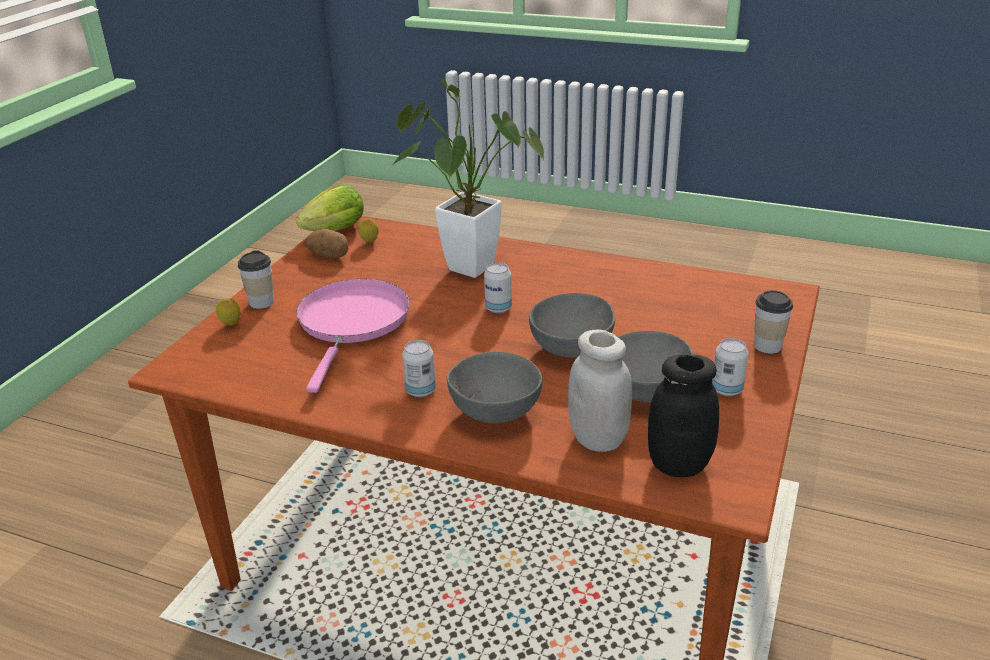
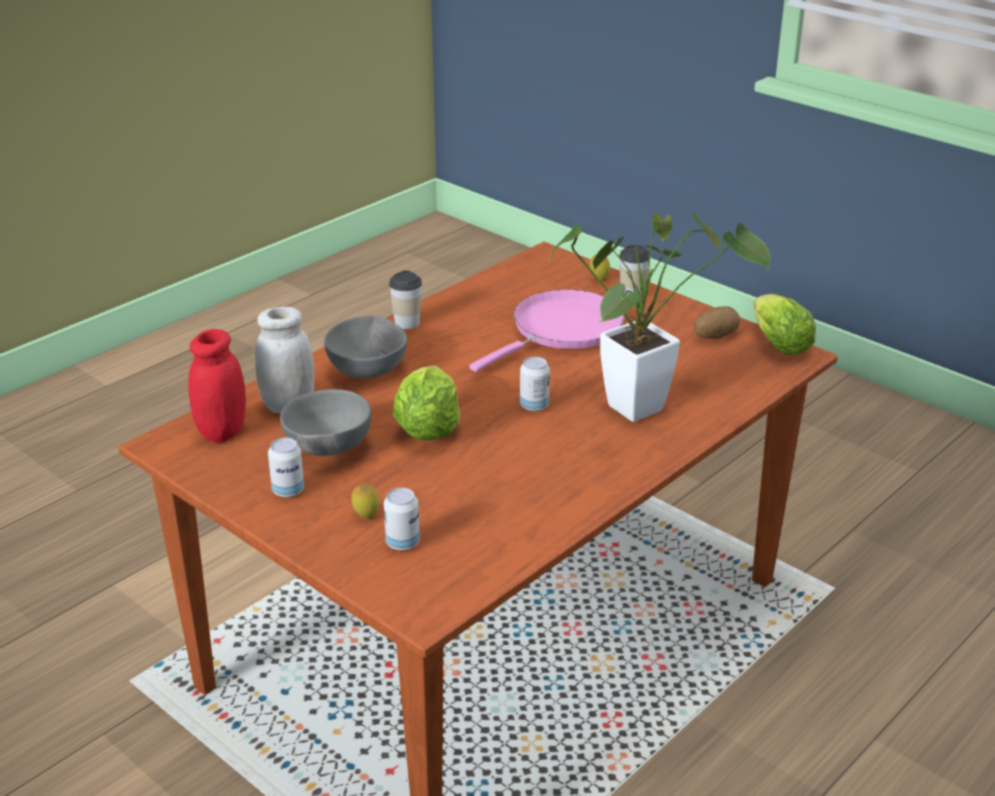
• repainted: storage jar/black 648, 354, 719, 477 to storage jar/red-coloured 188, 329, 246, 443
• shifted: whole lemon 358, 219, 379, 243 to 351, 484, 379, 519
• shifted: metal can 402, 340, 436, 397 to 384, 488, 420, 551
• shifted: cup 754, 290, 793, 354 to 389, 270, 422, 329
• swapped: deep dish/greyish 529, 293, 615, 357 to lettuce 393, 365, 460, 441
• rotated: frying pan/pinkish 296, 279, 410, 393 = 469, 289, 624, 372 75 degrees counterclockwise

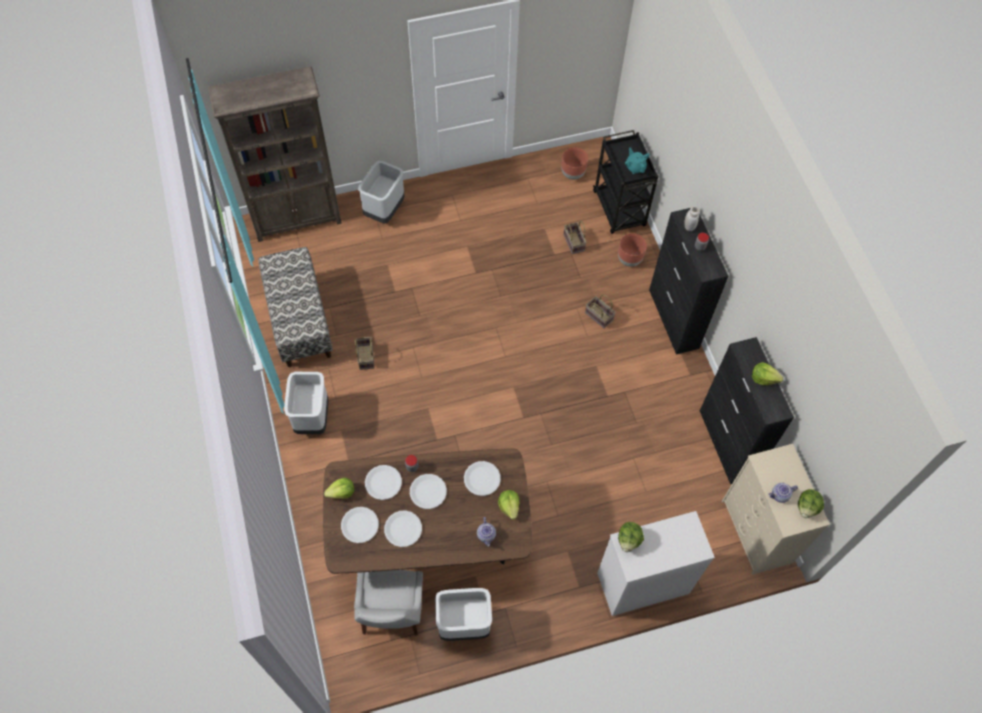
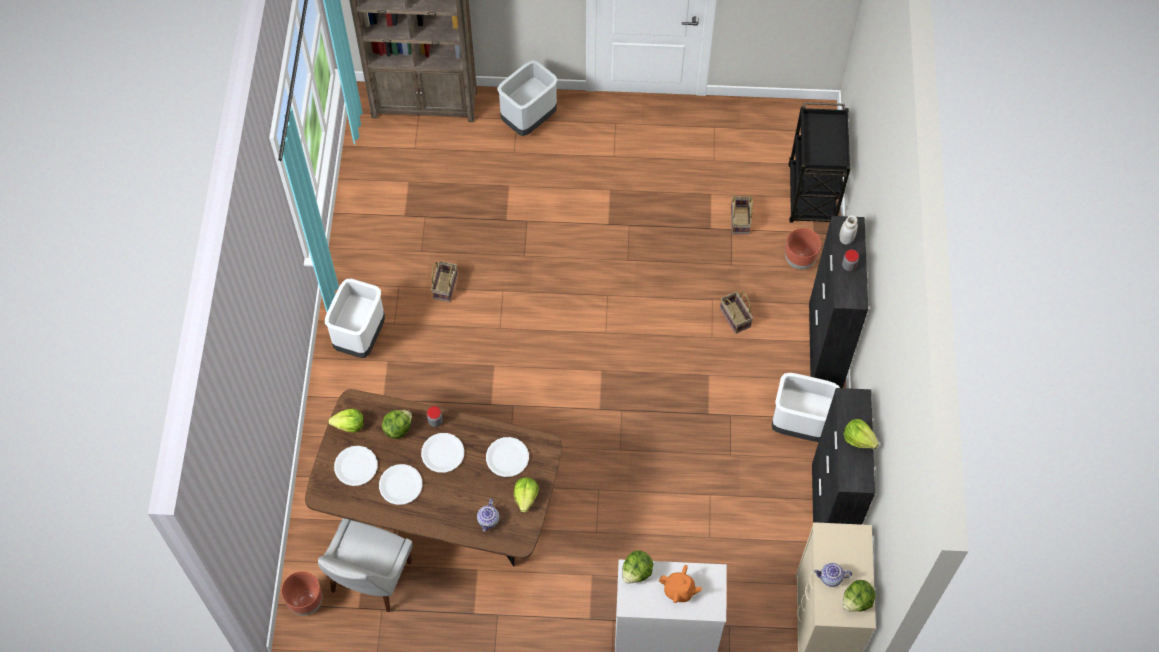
• shifted: planter/brown 561, 147, 588, 180 to 281, 571, 323, 615
• swapped: dinner plate/white 365, 465, 402, 500 to lettuce 382, 410, 412, 439
• new: tea pot/orange 659, 565, 702, 603
• shifted: rubbish bin/white 435, 588, 492, 641 to 772, 373, 840, 442
• gone: long seat 259, 247, 333, 367
• gone: tea pot/turquoise 625, 147, 650, 174

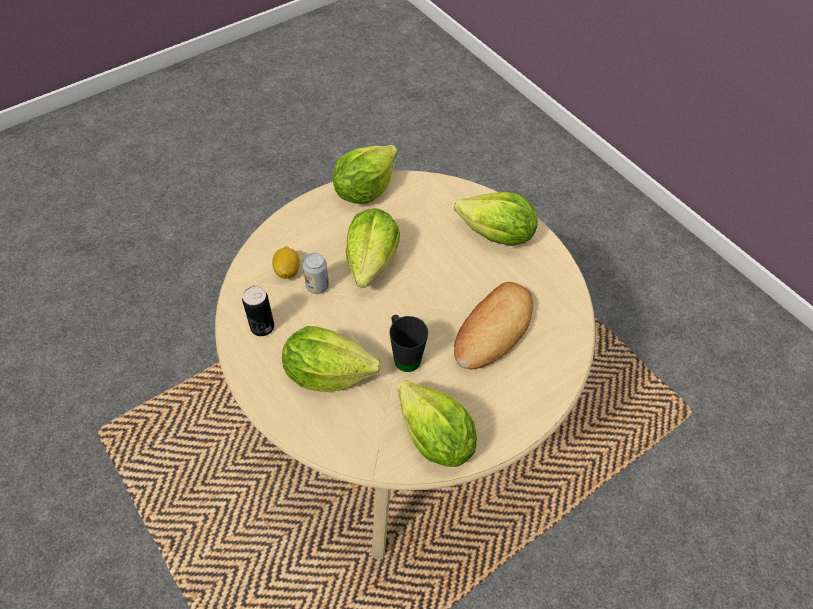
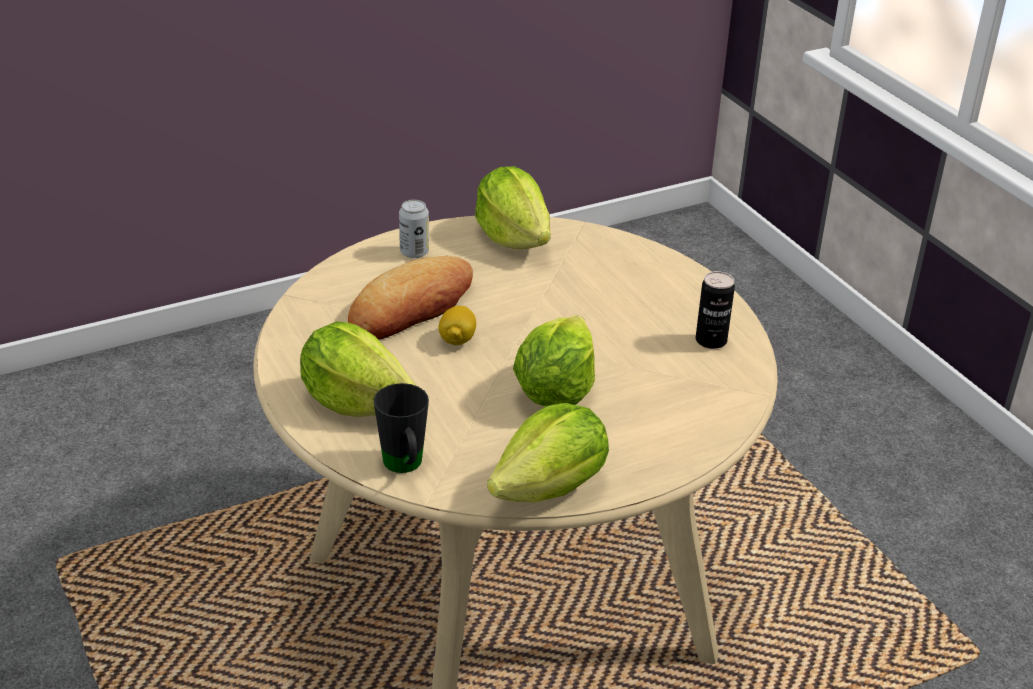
• shifted: tea mug/black 390, 315, 428, 372 to 374, 383, 429, 473
• shifted: metal can 303, 253, 329, 294 to 399, 200, 429, 258
• shifted: whole lemon 272, 246, 300, 279 to 438, 306, 476, 345
• gone: lettuce 282, 326, 381, 392

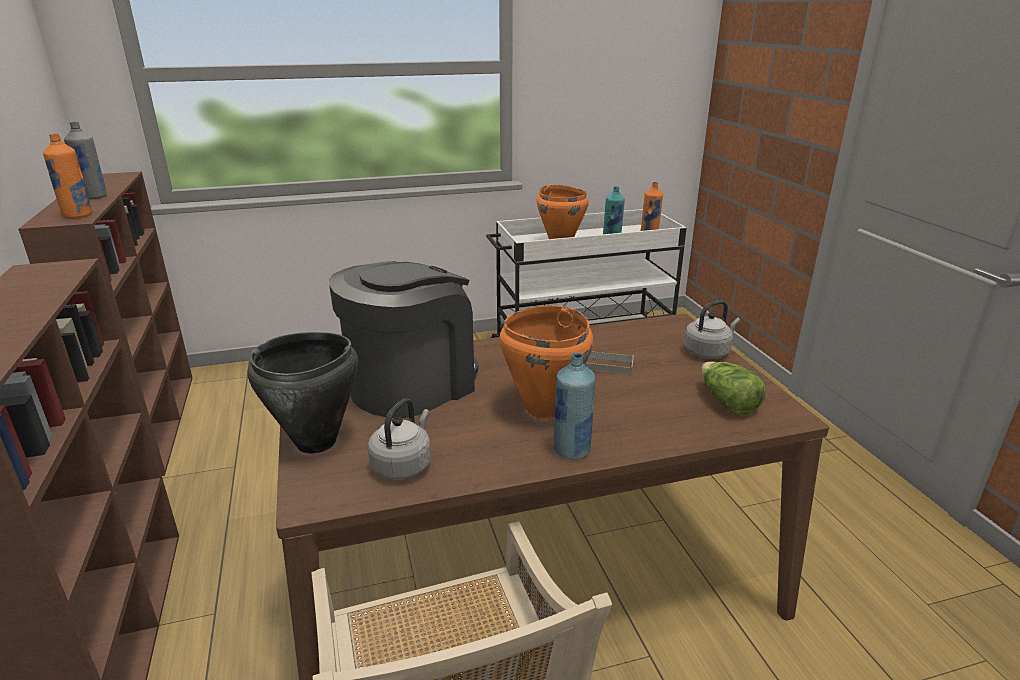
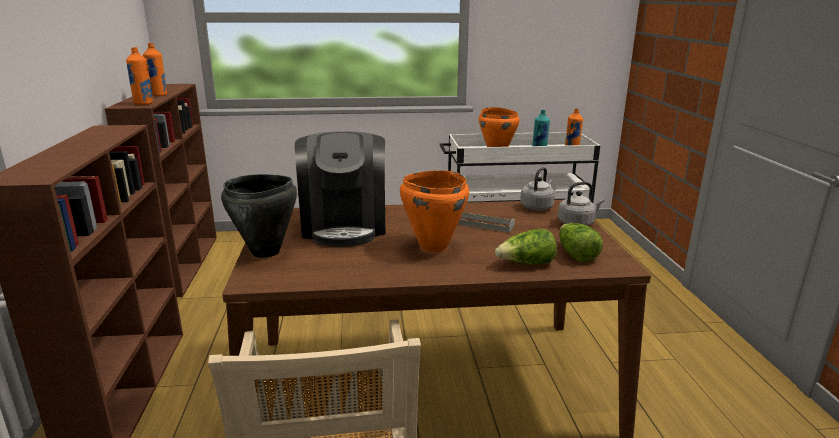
• repainted: drink bottle/greyish 64, 122, 107, 199 to drink bottle/orange 143, 43, 167, 96
• rotated: coffee machine 329, 261, 478, 418 = 295, 131, 385, 247 120 degrees clockwise
• new: lettuce 495, 229, 557, 264
• shifted: kettle/greyish 368, 398, 431, 480 to 520, 167, 555, 210
• gone: drink bottle/blue 554, 353, 595, 460

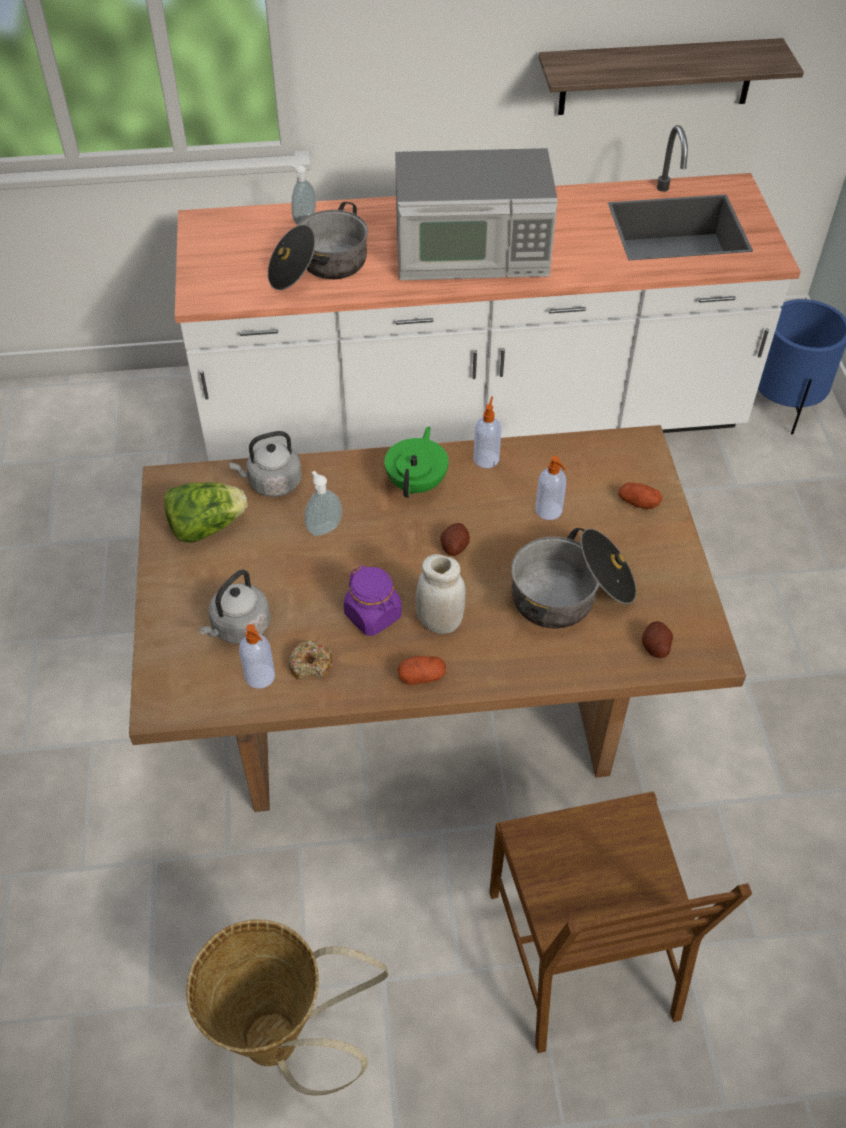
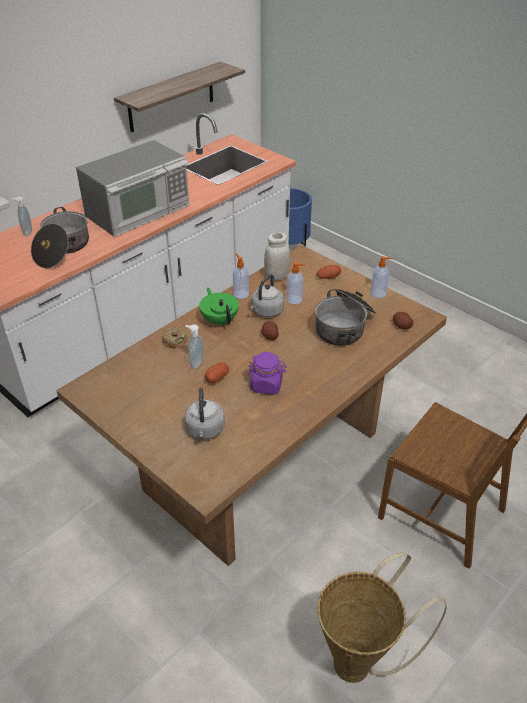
• shifted: donut 289, 640, 332, 680 to 162, 327, 188, 348
• shifted: whole potato 398, 656, 446, 685 to 205, 362, 229, 384
• shifted: kettle/greyish 229, 431, 302, 497 to 250, 274, 284, 317
• shifted: storage jar/white 416, 554, 466, 634 to 264, 232, 290, 281
• shifted: soap bottle 239, 624, 275, 689 to 371, 256, 393, 298
• gone: lettuce 164, 482, 248, 543

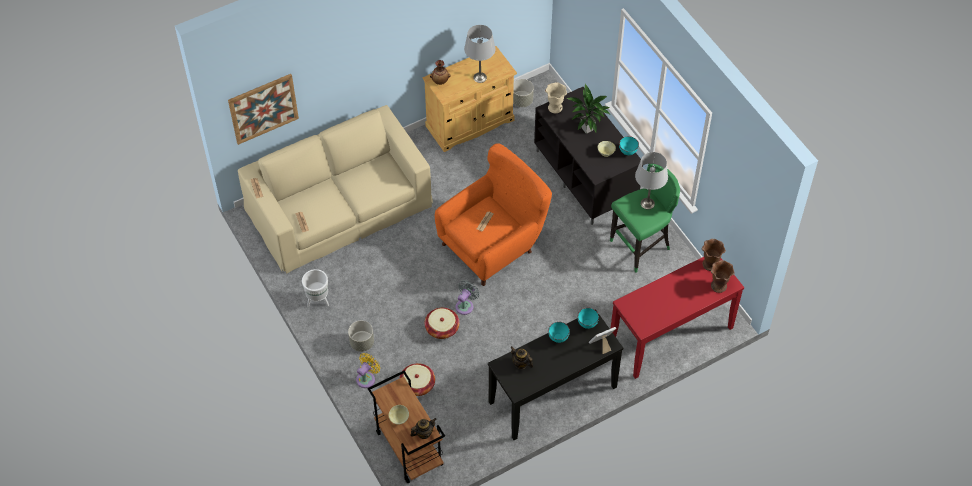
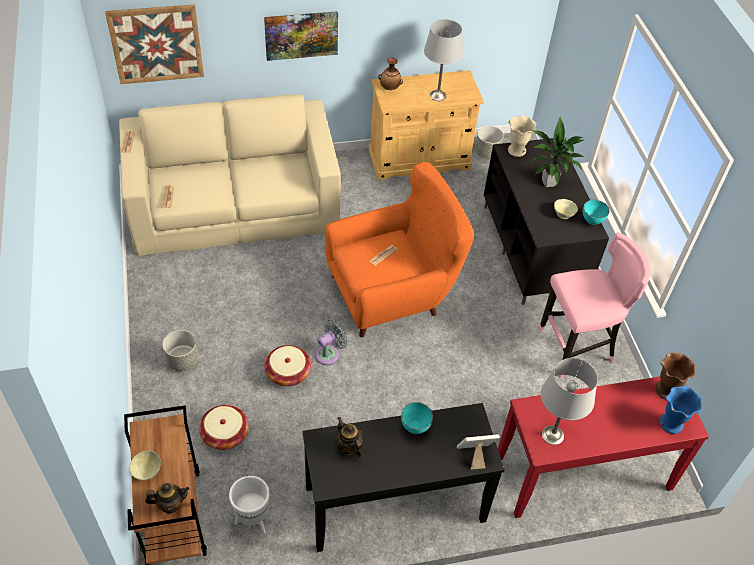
• shifted: planter/white 302, 269, 329, 307 to 229, 476, 270, 533
• new: wall art 264, 11, 338, 61
• repainted: sitting stool/green-coloured 610, 164, 680, 272 to sitting stool/pinkish 539, 232, 650, 378
• shifted: table lamp/greyish 635, 152, 668, 209 to 541, 358, 598, 445
• repainted: decorative vase/brown 711, 260, 734, 293 to decorative vase/blue 659, 386, 702, 434
• gone: fan/yellowish 356, 353, 380, 388
• gone: deep dish/turquoise 578, 308, 599, 329

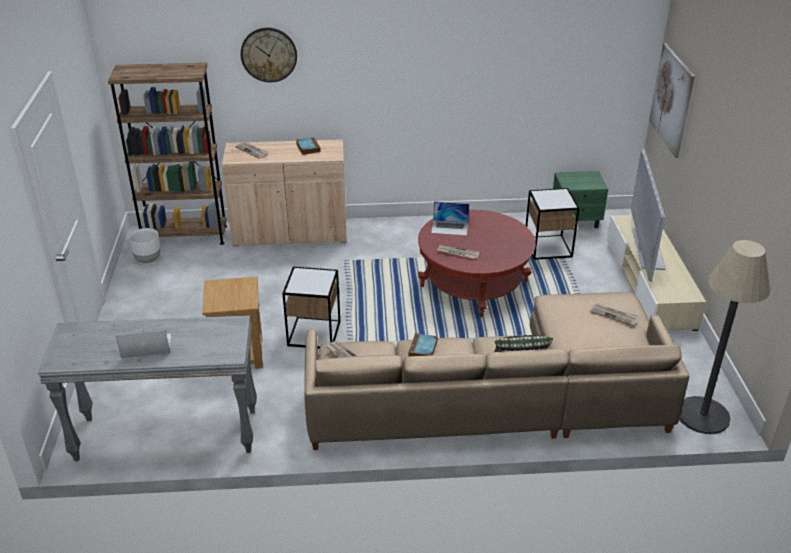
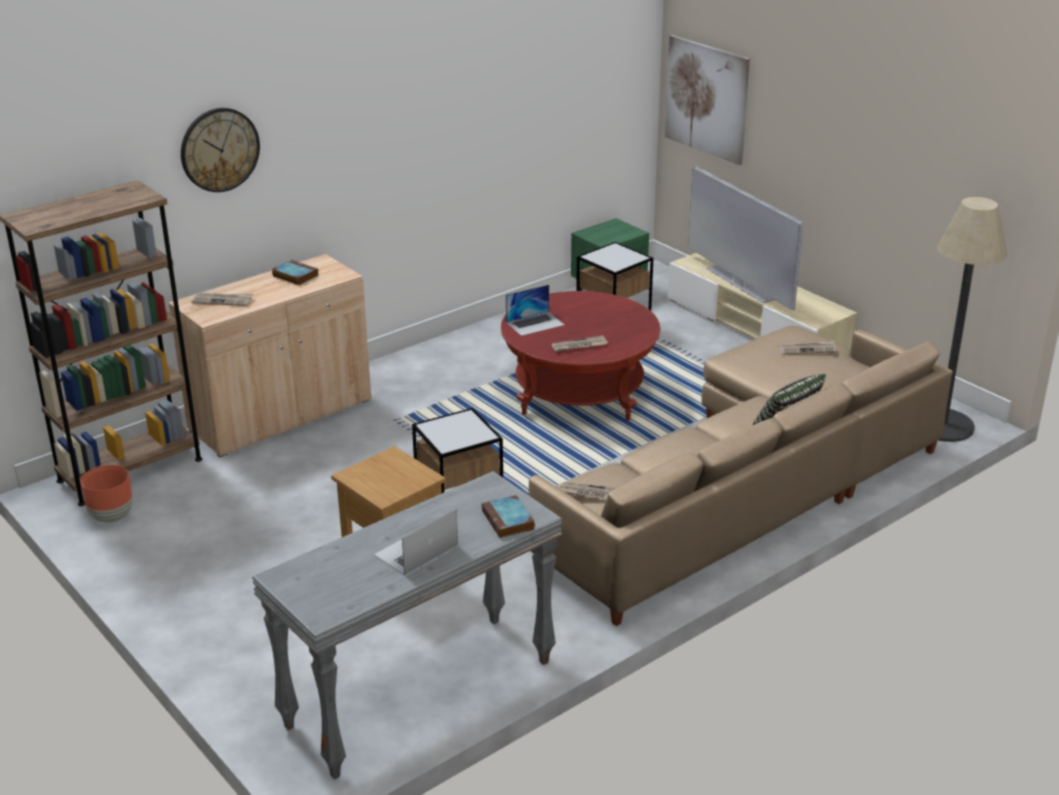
• repainted: planter/white 129, 228, 161, 263 to planter/brown 80, 465, 133, 523
• shifted: bound book 408, 333, 438, 356 to 482, 495, 535, 538

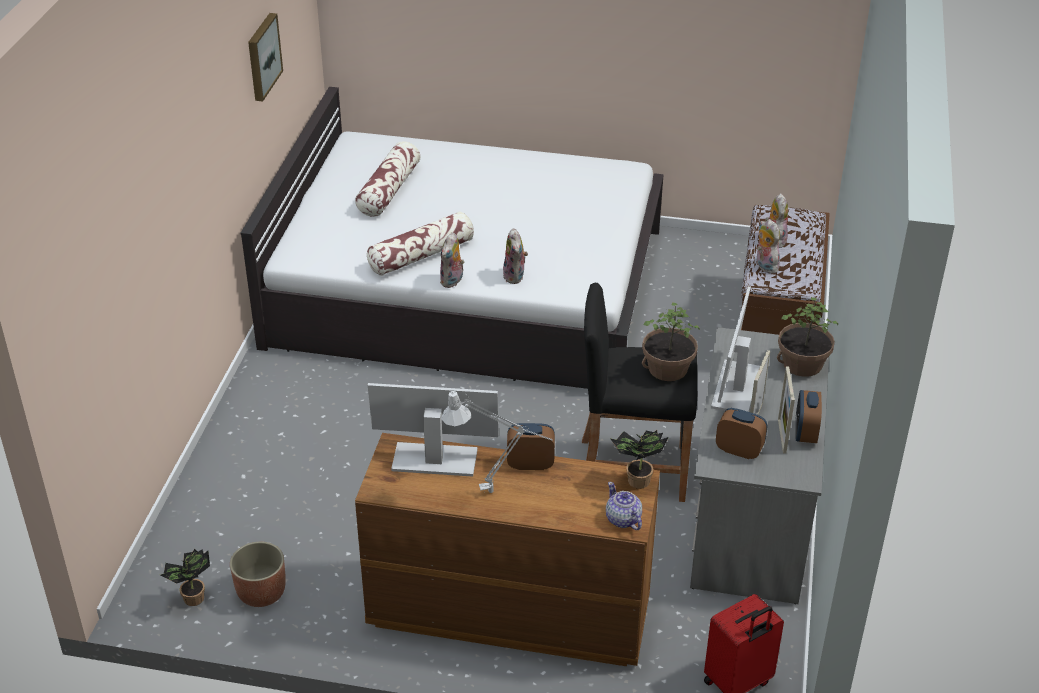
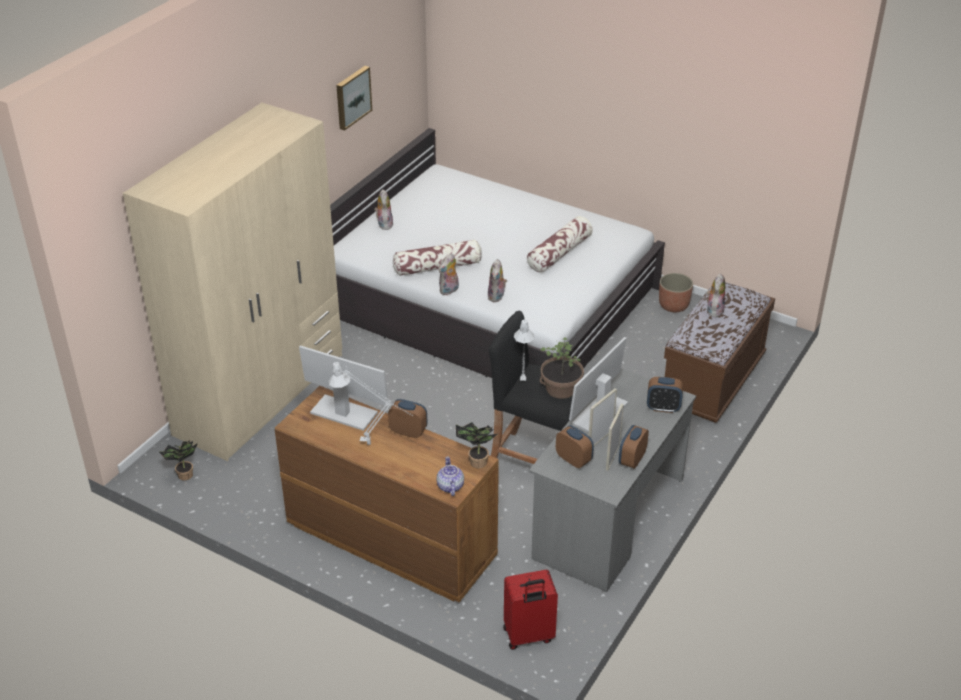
• new: clothes cupboard/sand-coloured 123, 102, 342, 461
• shifted: soft toy 757, 219, 780, 274 to 374, 189, 393, 230
• new: table lamp/greyish 514, 317, 534, 381
• shifted: pillow 355, 141, 421, 217 to 527, 216, 593, 273
• swapped: houseplant 777, 297, 838, 377 to table clock 647, 377, 683, 413
• shifted: planter 230, 542, 286, 607 to 659, 273, 693, 312

